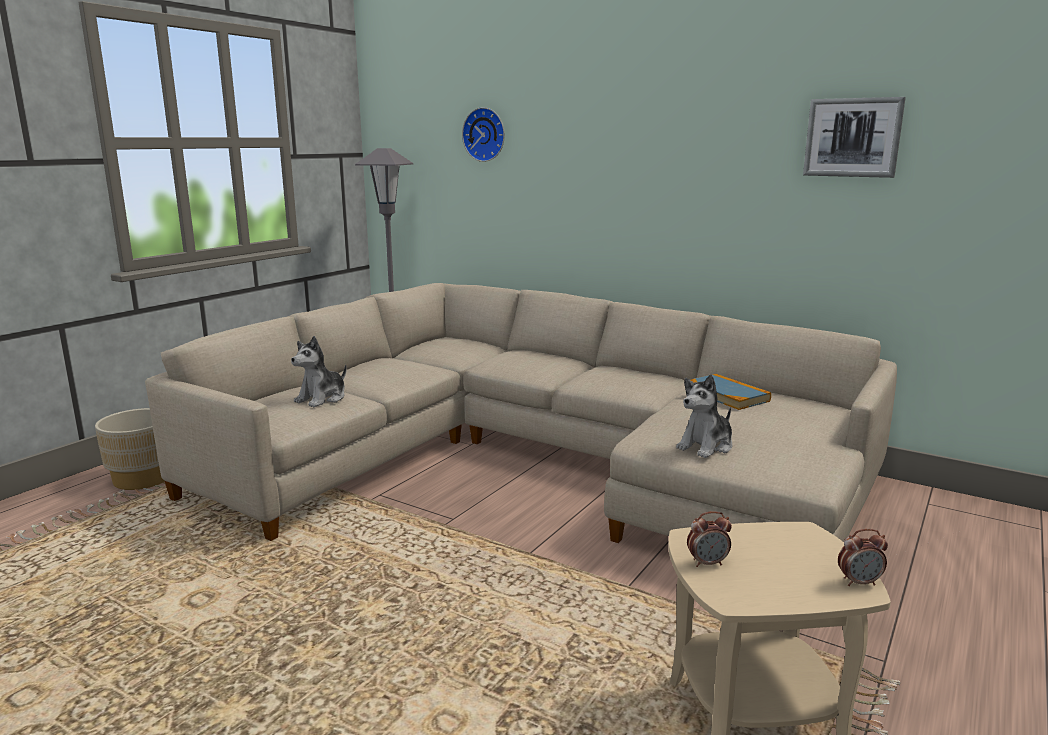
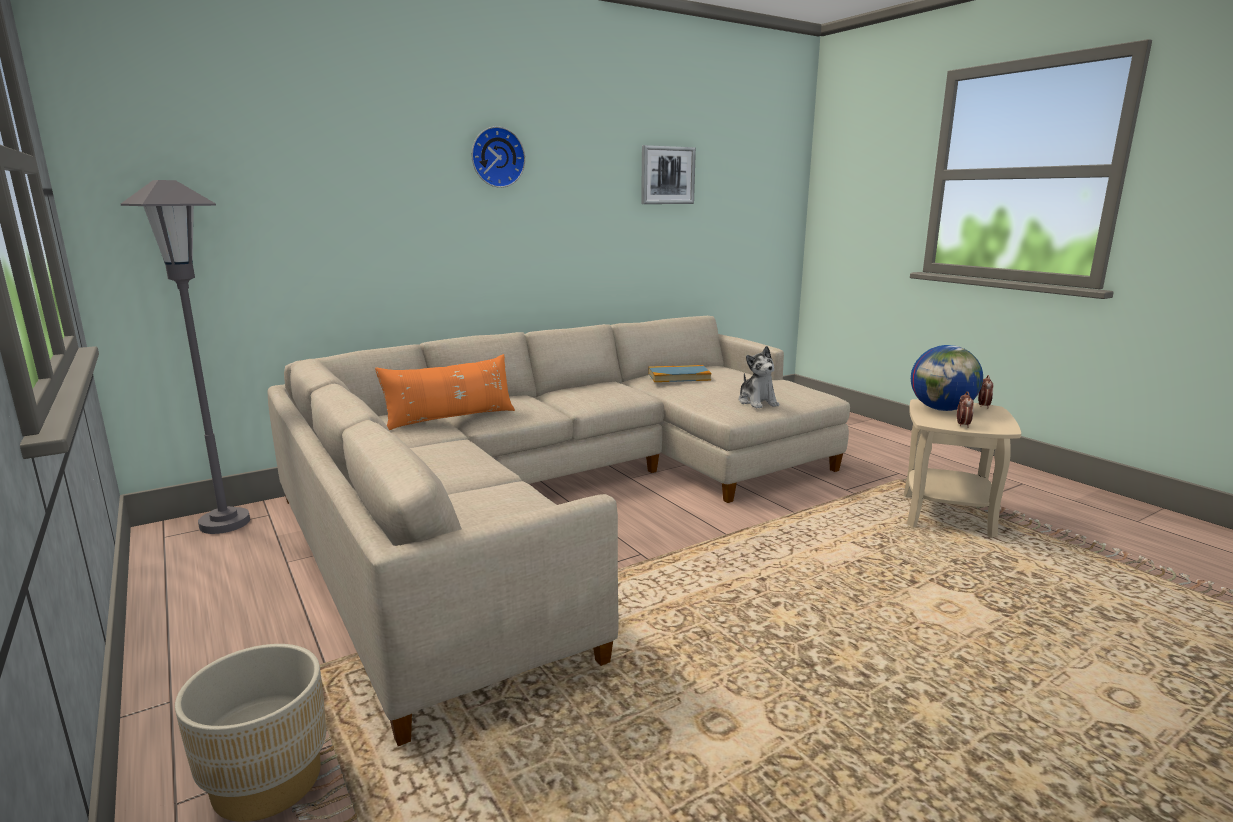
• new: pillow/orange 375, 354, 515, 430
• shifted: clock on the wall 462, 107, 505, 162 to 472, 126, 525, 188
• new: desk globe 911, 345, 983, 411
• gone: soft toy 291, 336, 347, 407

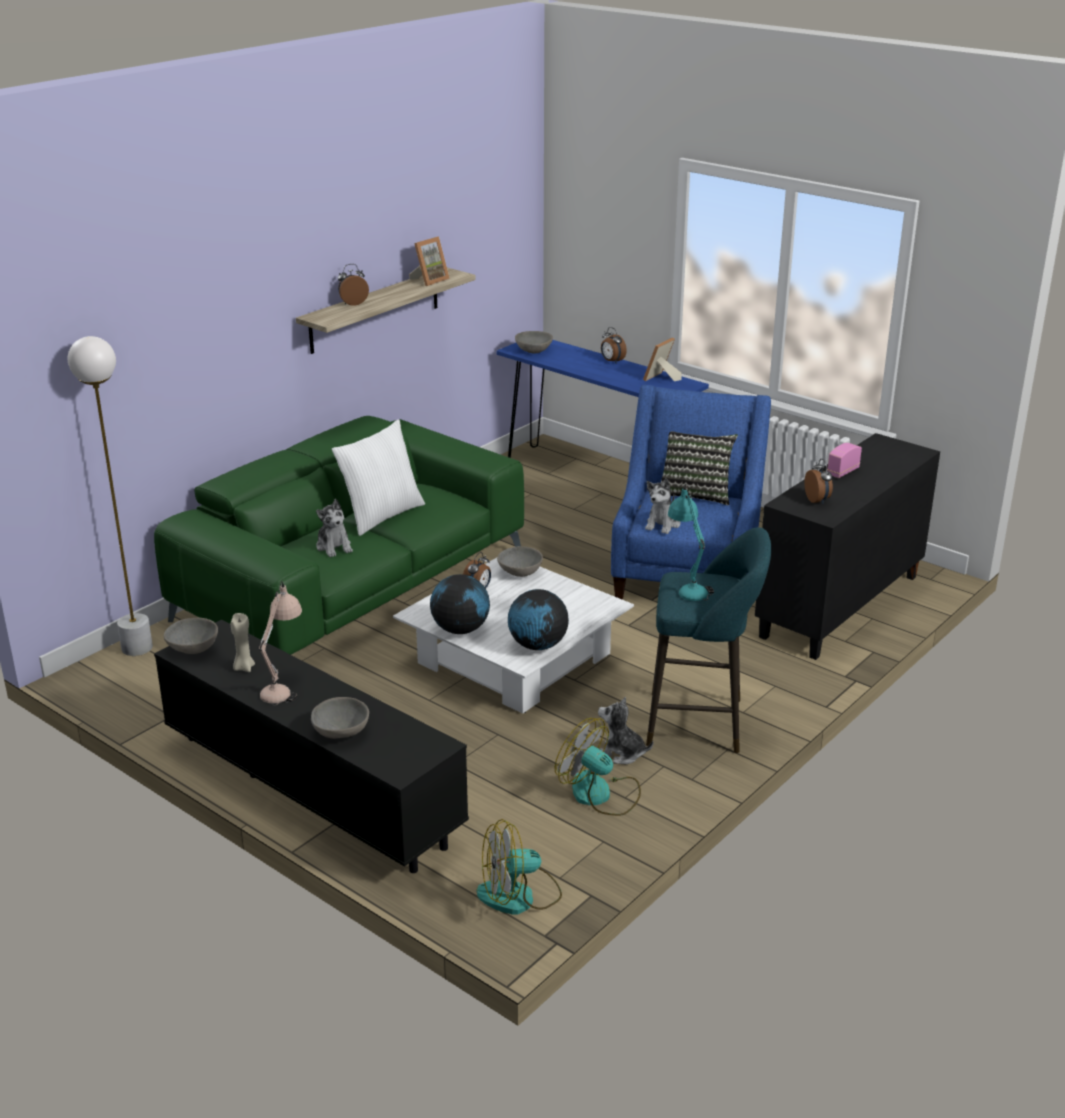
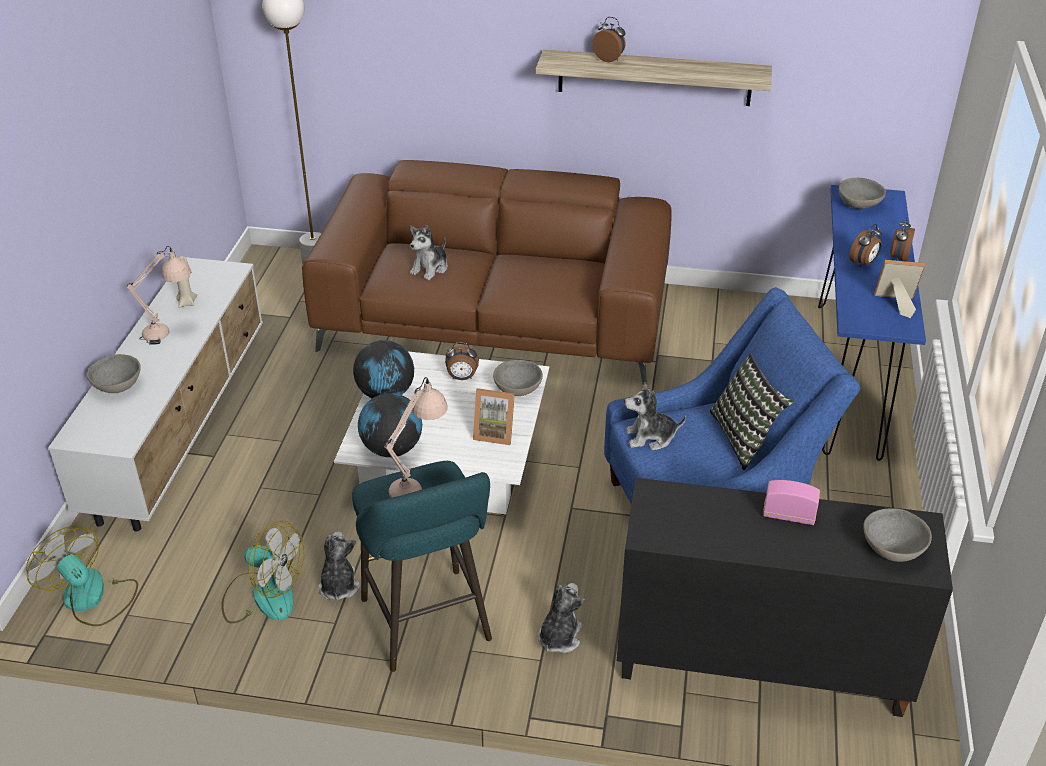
• repainted: tv unit/black 154, 619, 469, 873 to tv unit/white 48, 257, 263, 531
• rotated: fan 555, 718, 641, 816 = 221, 520, 305, 624 105 degrees clockwise
• repainted: sofa/green-coloured 154, 416, 524, 655 to sofa/brown 302, 160, 672, 385
• repainted: table lamp/turquoise 668, 484, 714, 601 to table lamp/sand-coloured 384, 377, 448, 498
• shifted: photo frame 409, 236, 450, 286 to 473, 388, 515, 445
• new: soft toy 538, 583, 585, 653
• shifted: table clock 804, 459, 833, 504 to 849, 224, 882, 268
• shifted: deep dish/greyish 164, 618, 218, 654 to 863, 508, 932, 562
• gone: pillow/white 332, 419, 425, 536

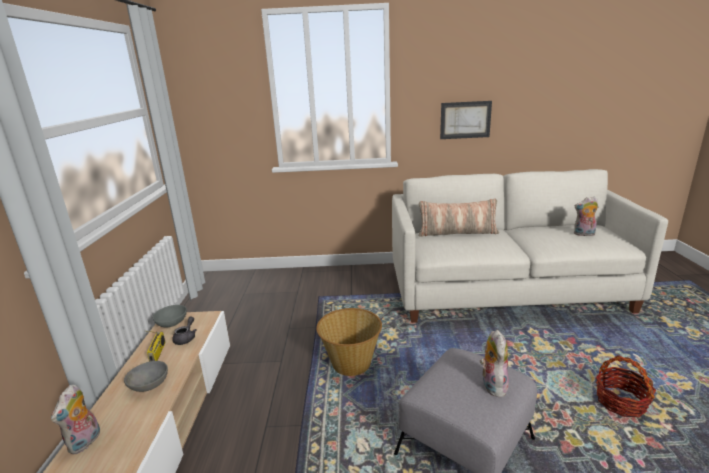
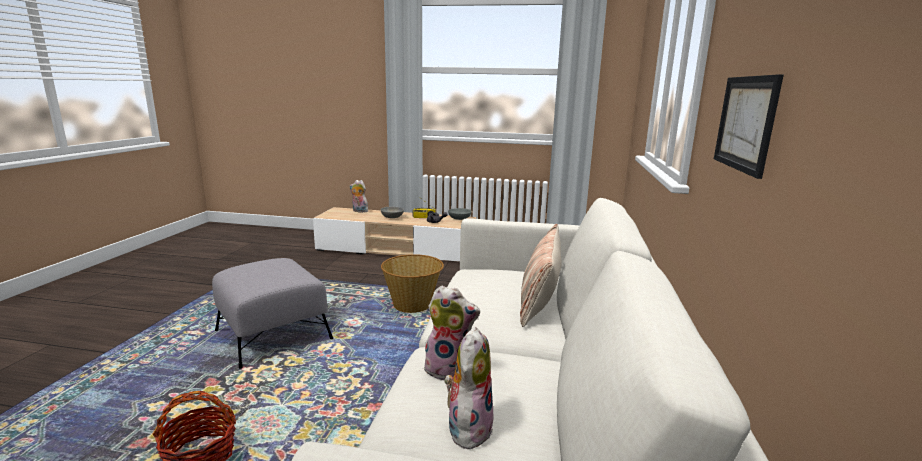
• shifted: soft toy 480, 330, 509, 397 to 424, 286, 480, 381

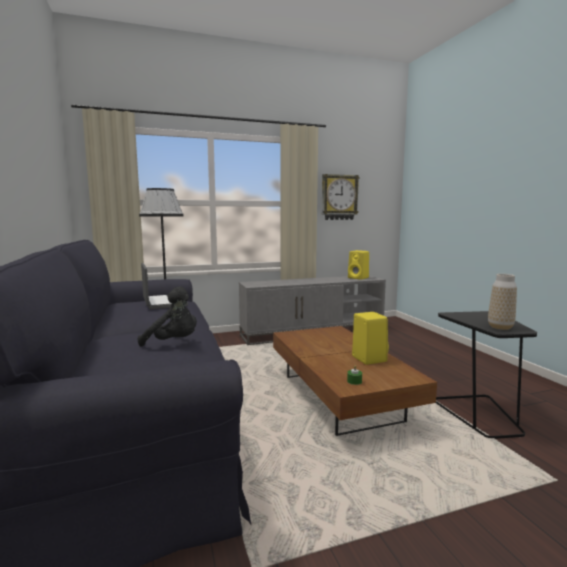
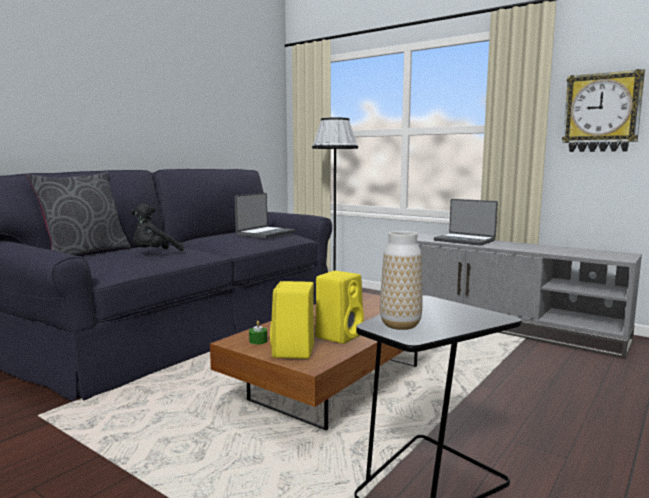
• new: pillow/greyish 26, 172, 131, 256
• rotated: soft toy/black 138, 286, 197, 347 = 131, 203, 184, 251 60 degrees clockwise
• shifted: loudspeaker/yellowish 348, 250, 369, 280 to 270, 281, 314, 359
• new: laptop 434, 199, 498, 246

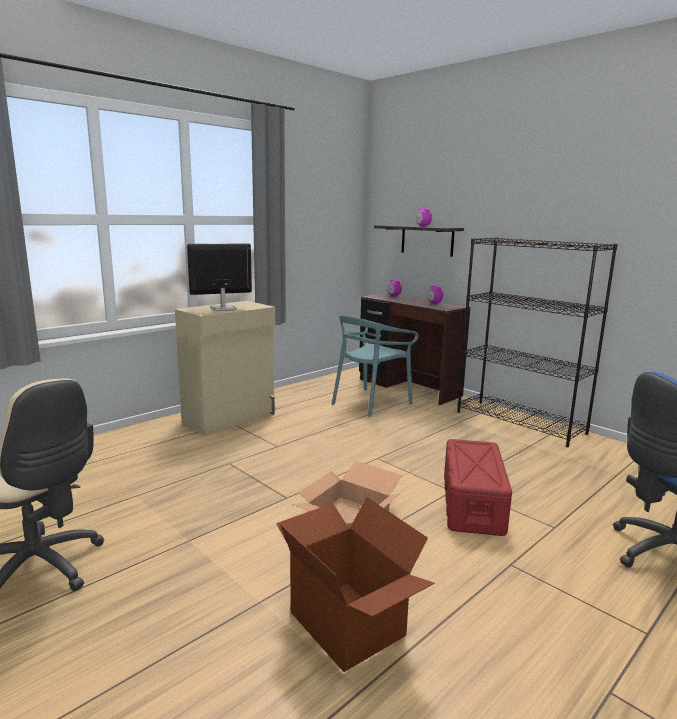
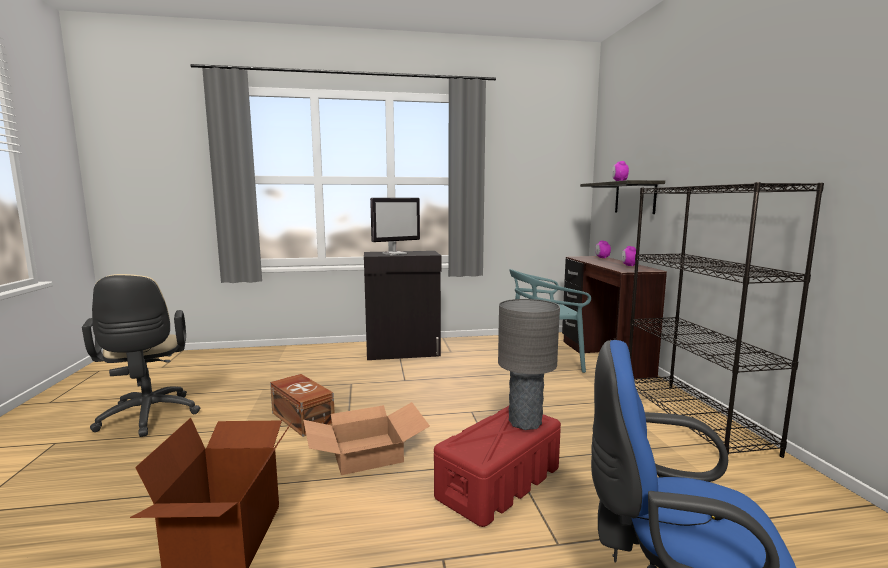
• new: storage box/brown 270, 374, 335, 437
• repainted: cabinet/sand-coloured 175, 301, 275, 436 to cabinet/black 364, 251, 441, 360
• rotated: computer display 187, 244, 252, 311 = 370, 198, 420, 255 135 degrees clockwise
• new: table lamp/greyish 498, 299, 560, 430

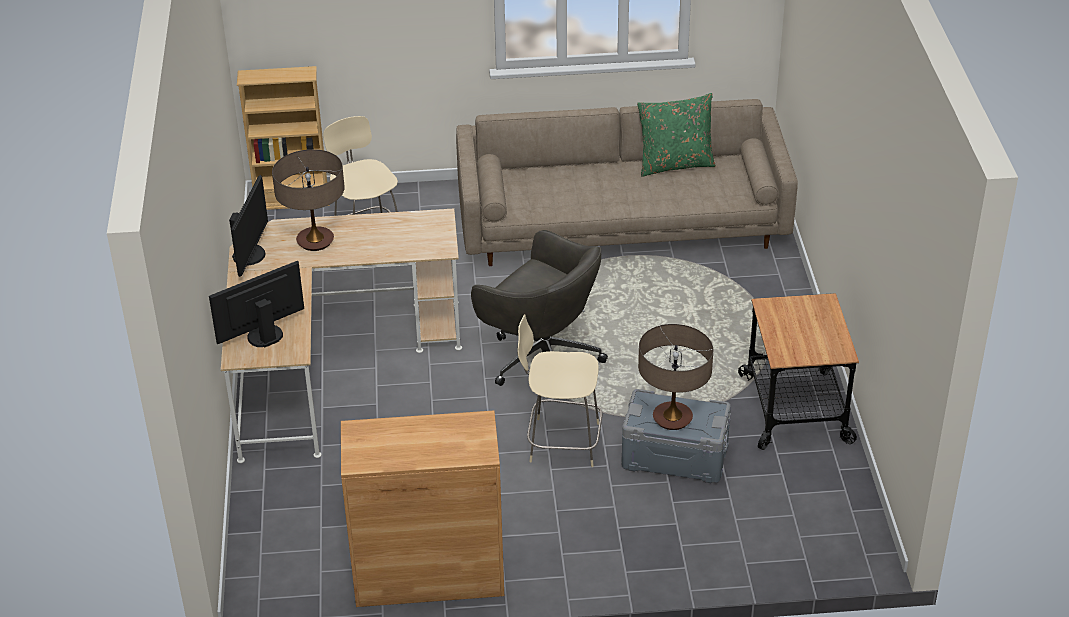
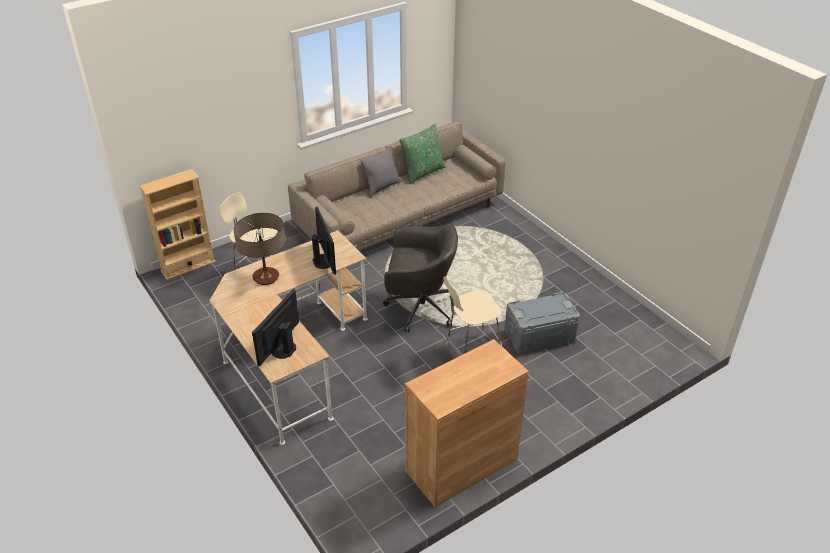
• shifted: computer display 229, 175, 268, 277 to 312, 206, 336, 275
• new: pillow/greyish 361, 146, 401, 197
• gone: table lamp 638, 324, 713, 430
• gone: cart 738, 293, 859, 450

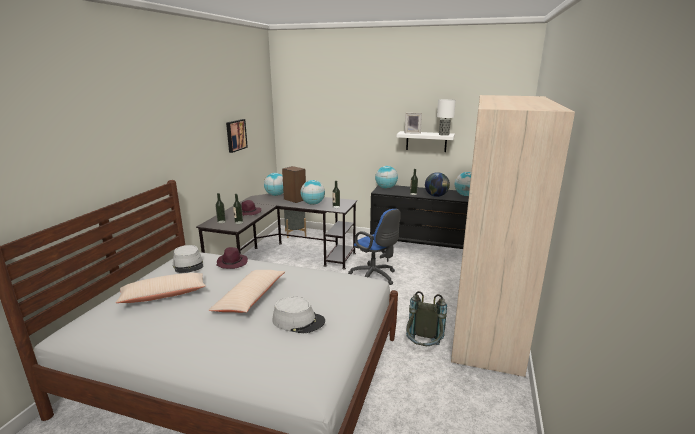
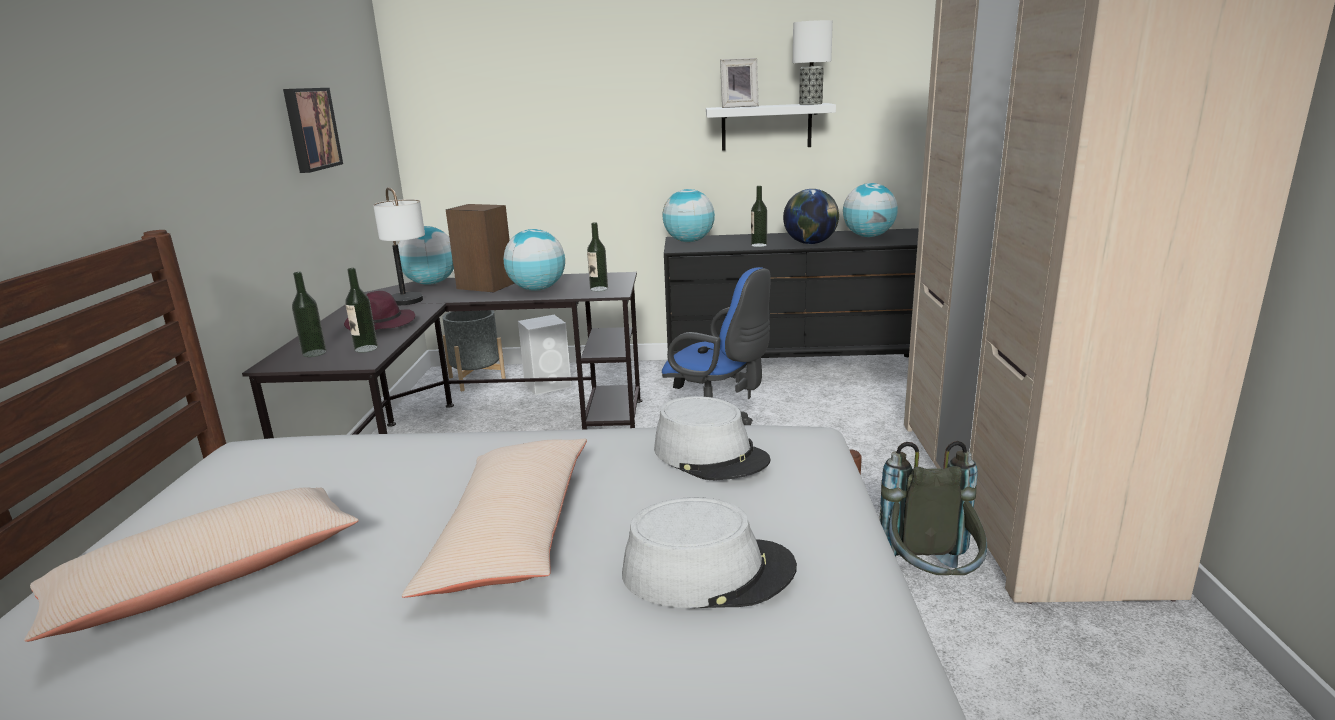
• new: table lamp 373, 187, 425, 305
• new: loudspeaker/white 518, 315, 572, 395
• shifted: hat/greyish 173, 245, 203, 273 to 654, 396, 771, 480
• gone: hat/purple 216, 247, 248, 269

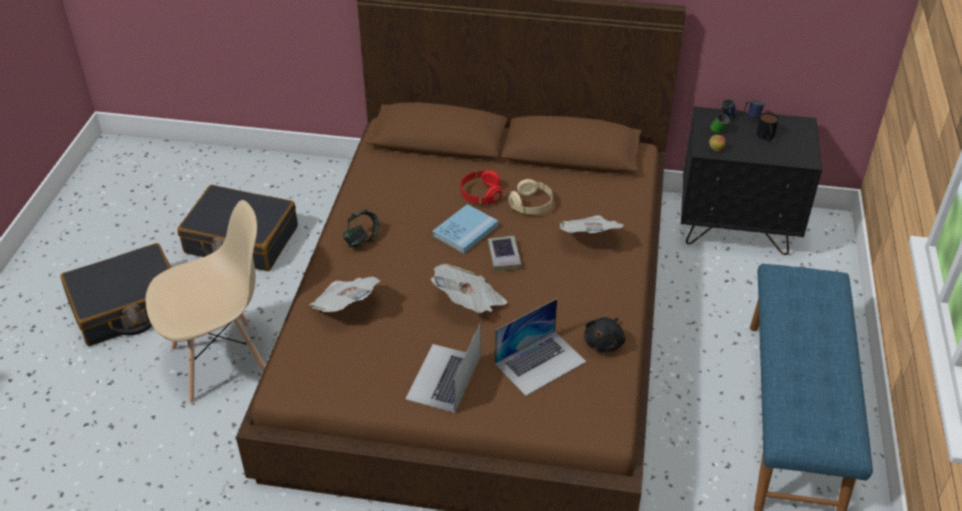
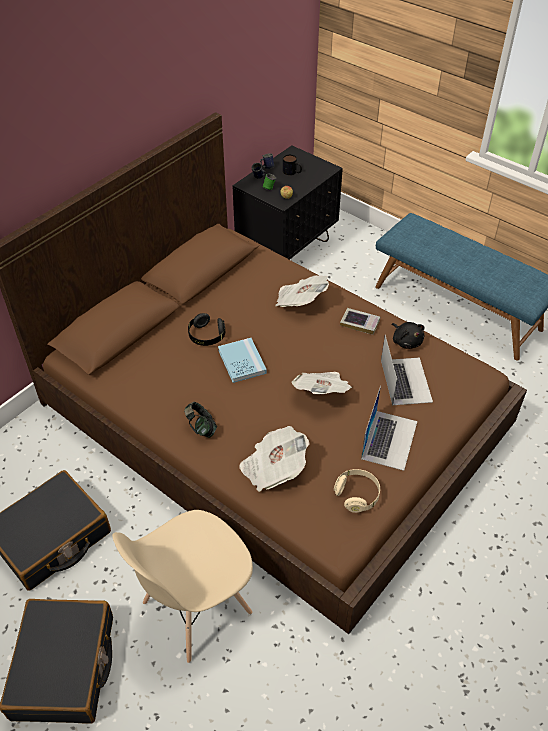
• rotated: upright chair/sand-coloured 146, 200, 266, 403 = 112, 510, 253, 663 135 degrees counterclockwise
• repainted: pair of headphones/red-coloured 460, 170, 502, 204 to pair of headphones/black 188, 313, 225, 346
• shifted: pair of headphones/sand-coloured 509, 179, 553, 214 to 334, 469, 380, 513
• shifted: bound book 488, 236, 522, 272 to 340, 308, 380, 335
• rotated: laptop 405, 323, 481, 413 = 361, 386, 417, 471 120 degrees counterclockwise

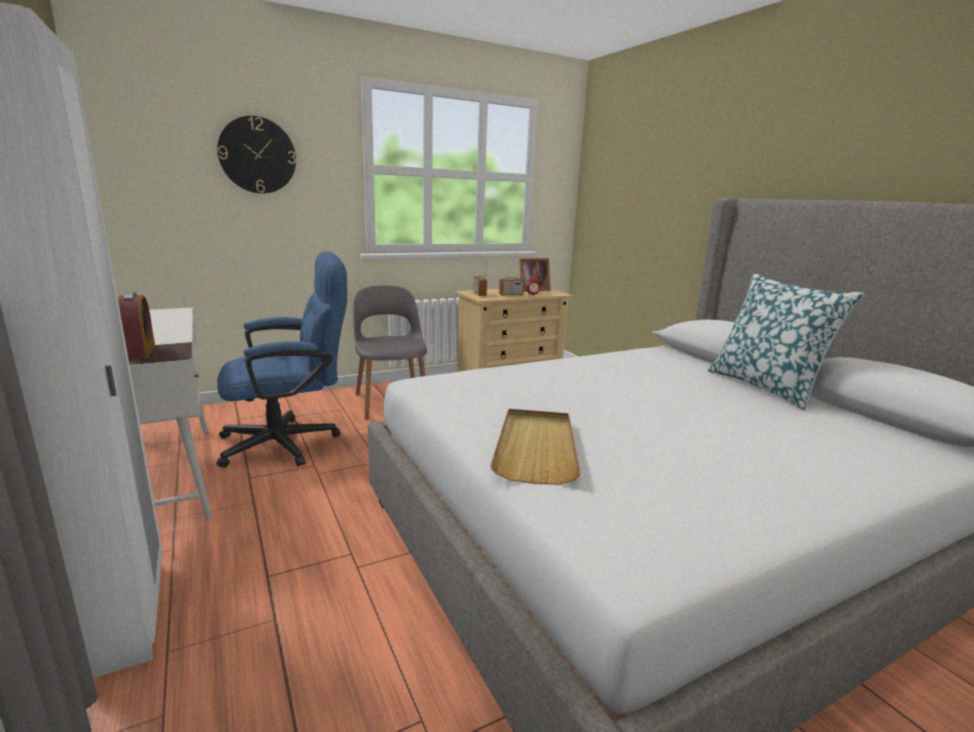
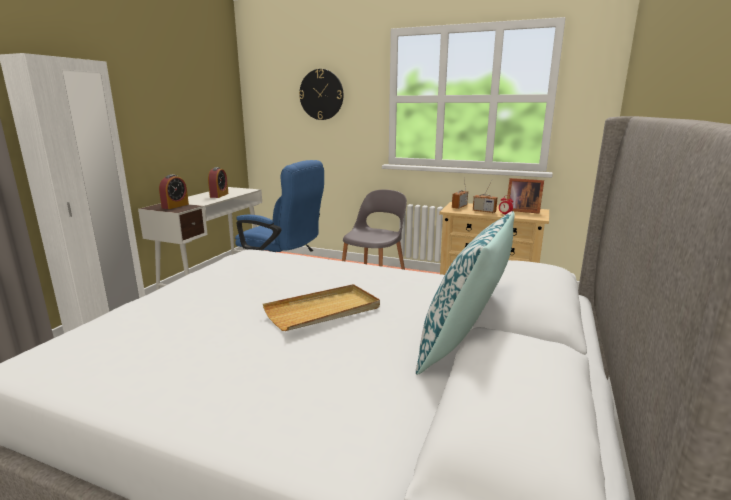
• new: table clock 208, 167, 229, 198
• shifted: carrying tray/sand-coloured 490, 409, 580, 485 to 263, 284, 380, 331

